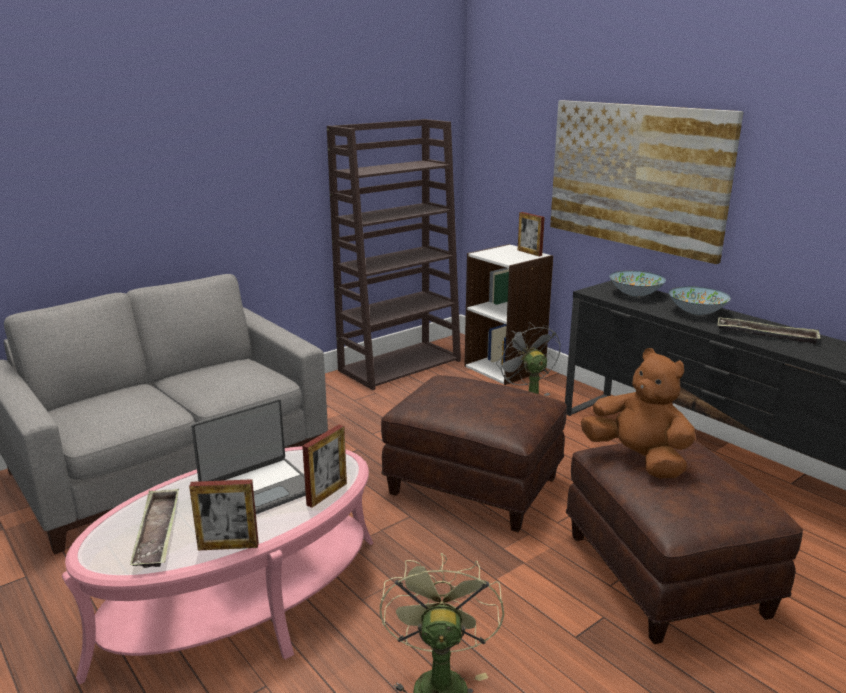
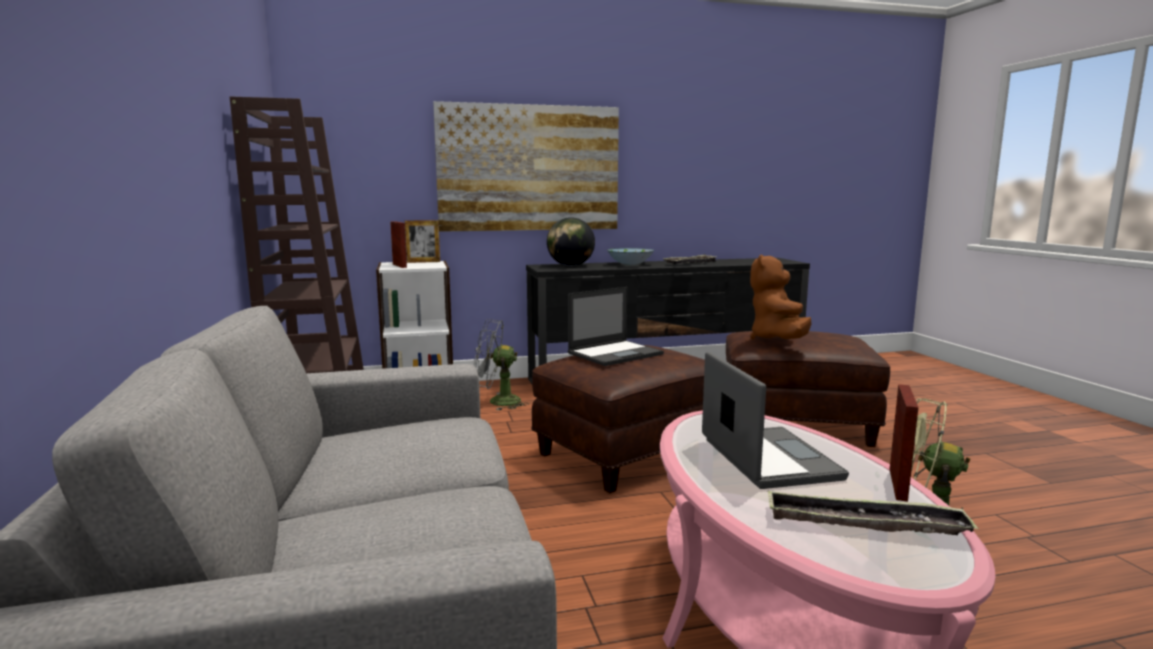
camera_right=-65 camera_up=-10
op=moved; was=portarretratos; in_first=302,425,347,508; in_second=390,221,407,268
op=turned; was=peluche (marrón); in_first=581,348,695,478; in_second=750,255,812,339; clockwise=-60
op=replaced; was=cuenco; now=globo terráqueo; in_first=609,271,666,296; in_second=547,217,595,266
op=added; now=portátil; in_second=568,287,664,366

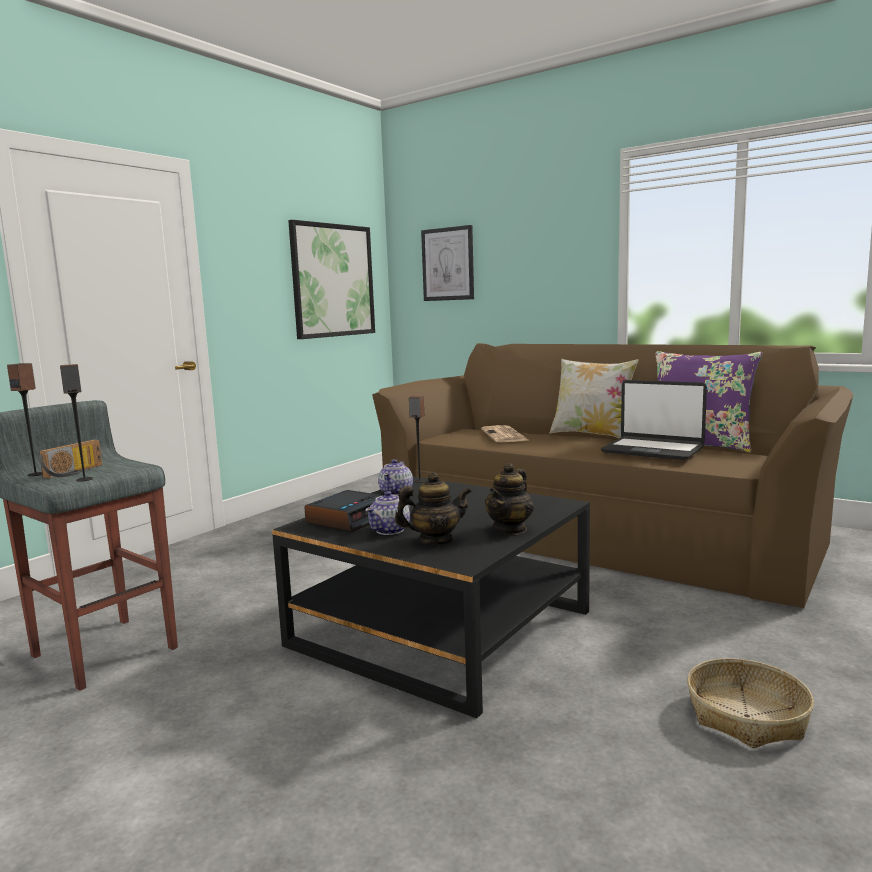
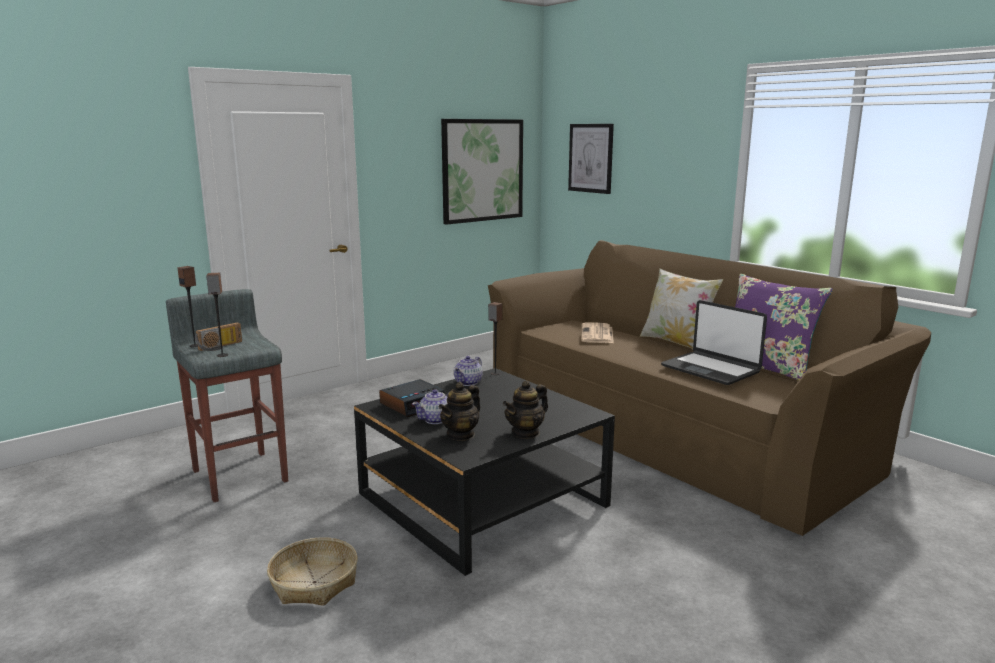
camera_right=15 camera_up=5
op=turned; was=tetera; in_first=395,472,472,545; in_second=439,382,480,441; clockwise=120
op=moved; was=cesta; in_first=687,658,814,748; in_second=267,537,358,606

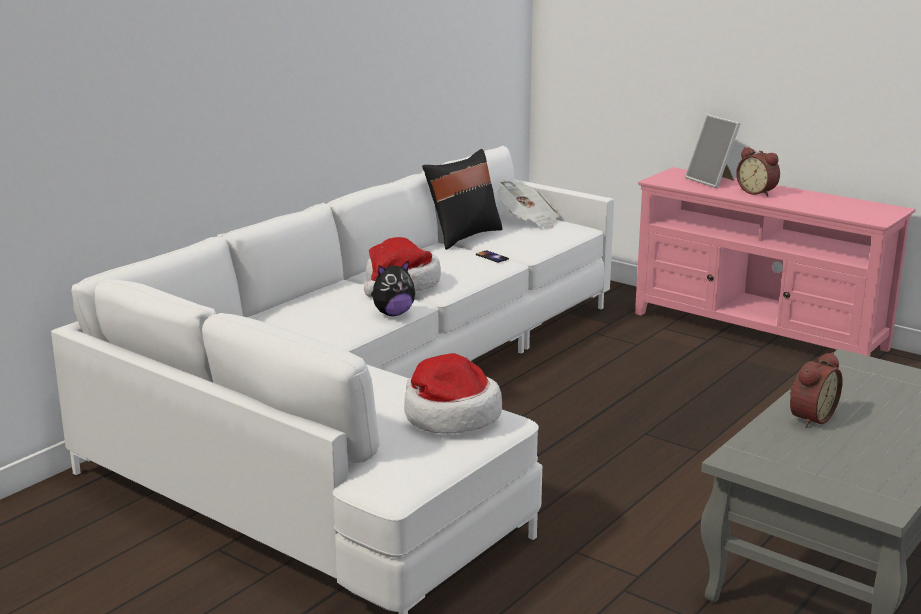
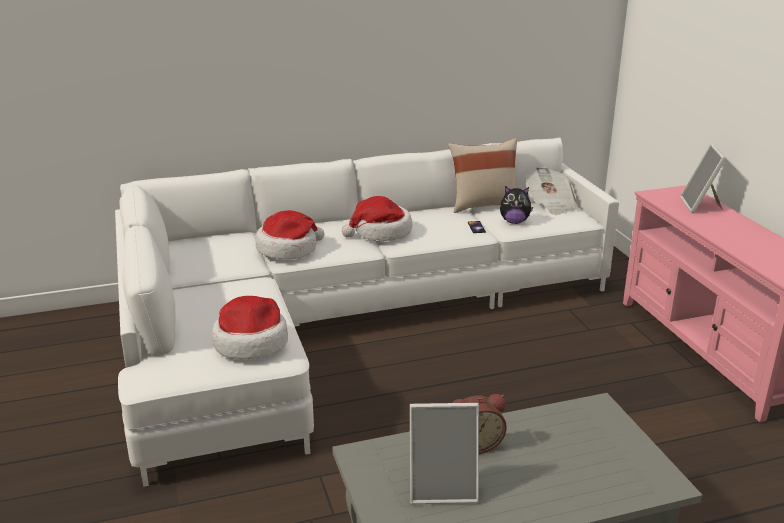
camera_right=35 camera_up=5
op=moved; was=peluche; in_first=371,260,415,316; in_second=500,186,533,224
op=recoloured; was=cojín (negro); now=cojín (beis); in_first=422,149,503,250; in_second=448,138,517,213
op=removed; was=despertador; in_first=736,147,780,197
op=added; now=sombrero; in_second=255,210,324,260
op=added; now=portarretratos; in_second=410,403,479,504

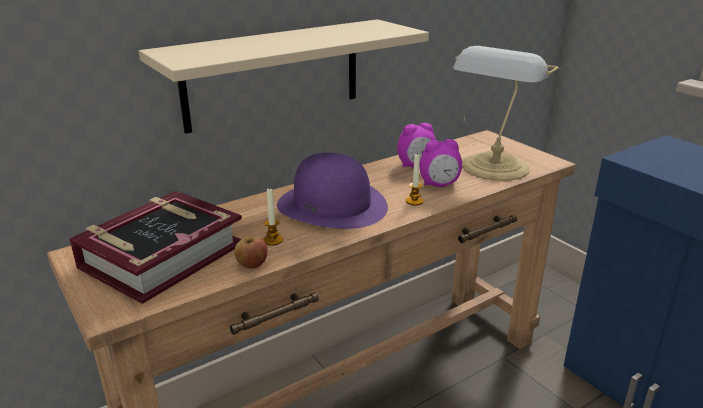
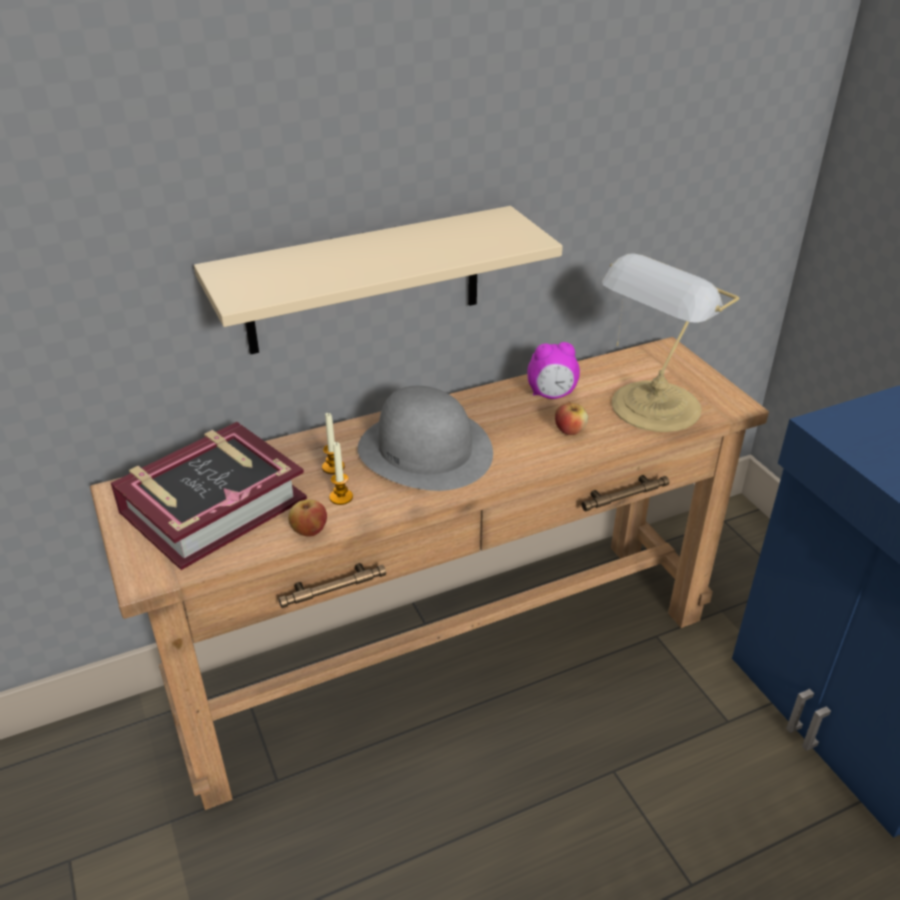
camera_right=10 camera_up=10
op=recoloured; was=sombrero (morado); now=sombrero (gris); in_first=277,153,388,229; in_second=358,386,493,491
op=moved; was=vela; in_first=406,154,424,205; in_second=322,412,345,474
op=replaced; was=despertador; now=manzana; in_first=419,139,462,187; in_second=555,401,588,435

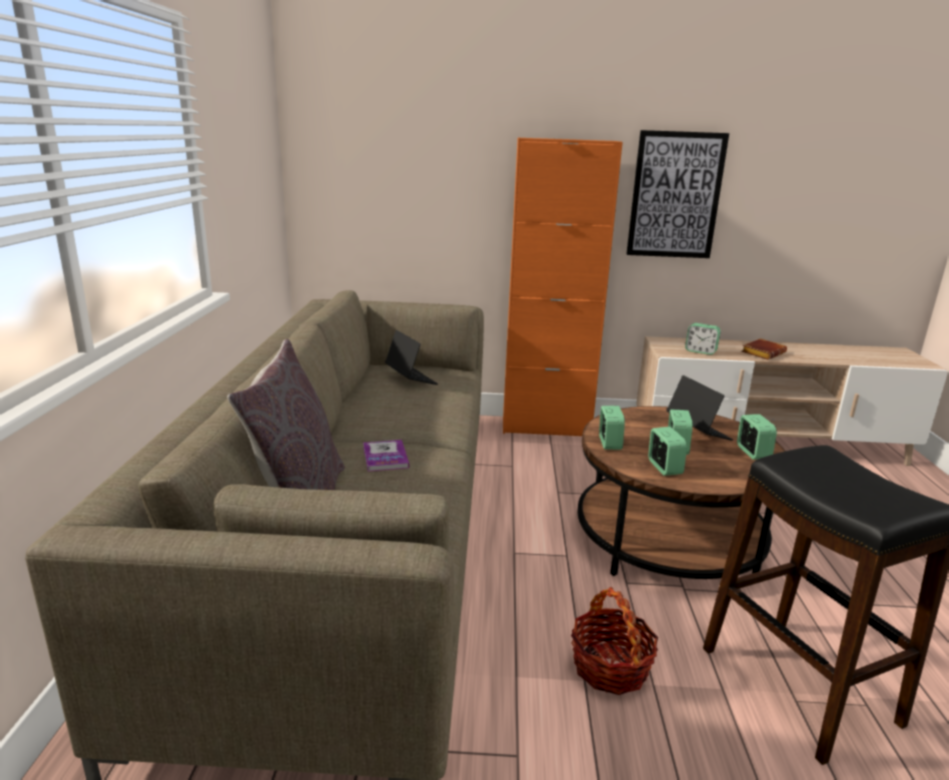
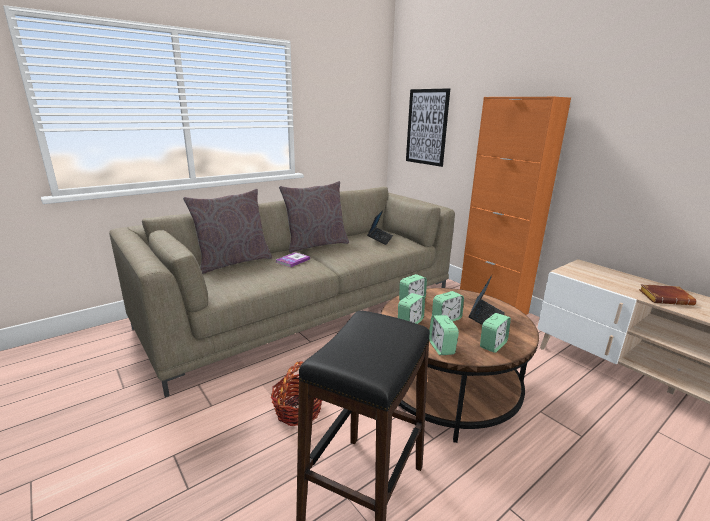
camera_right=50 camera_up=0
op=moved; was=cuadro; in_first=626,130,729,258; in_second=406,88,450,167
op=moved; was=despertador; in_first=685,323,721,355; in_second=429,315,459,355
op=added; now=cojín (gris); in_second=279,181,349,253

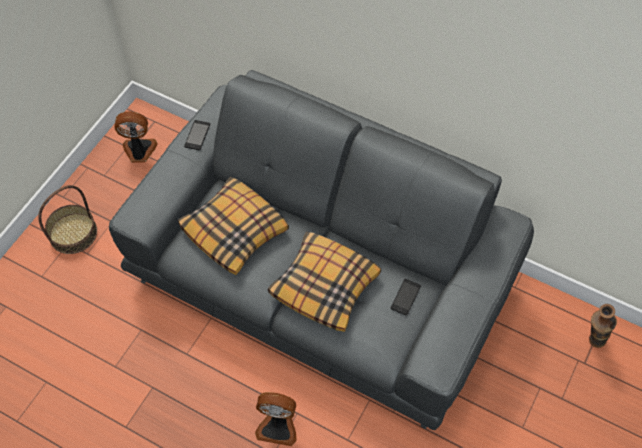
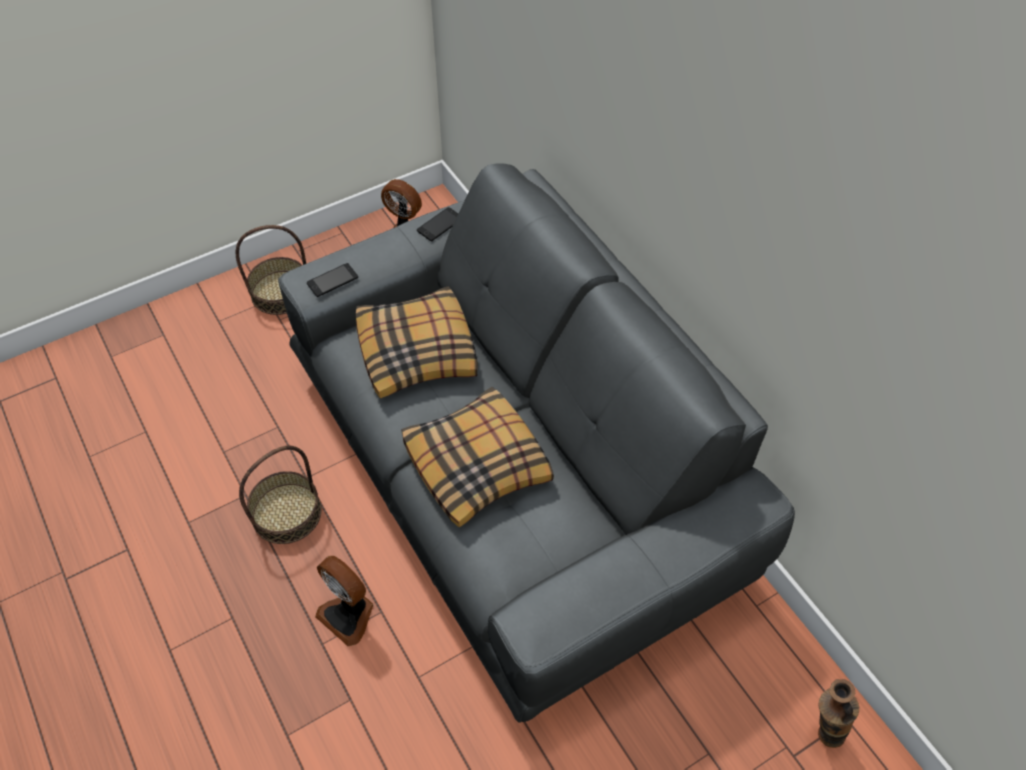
camera_right=30 camera_up=-5
op=moved; was=móvil; in_first=391,279,421,316; in_second=307,263,358,297
op=added; now=cesta; in_second=239,446,322,544

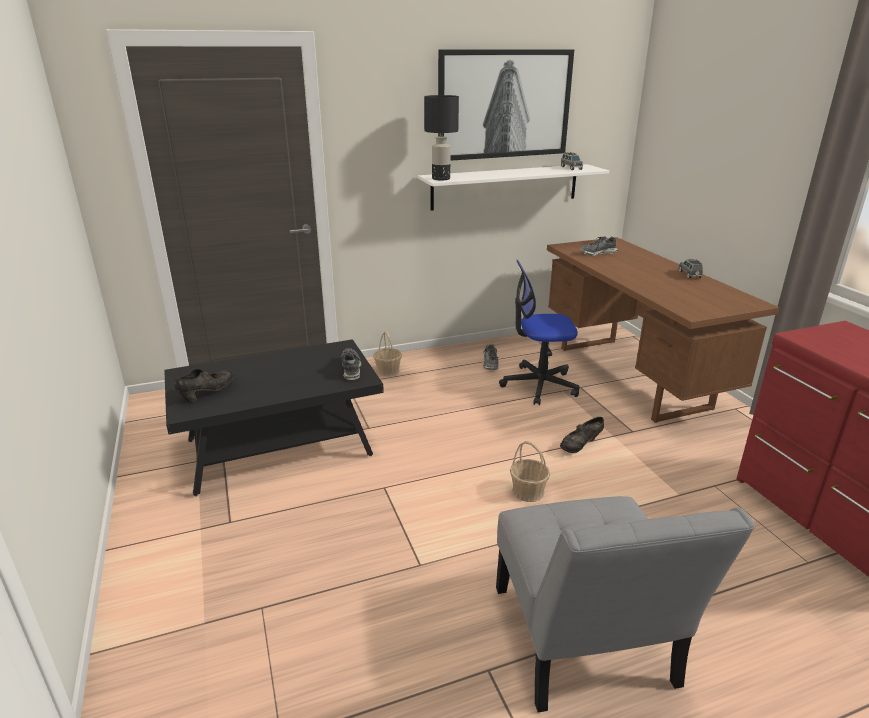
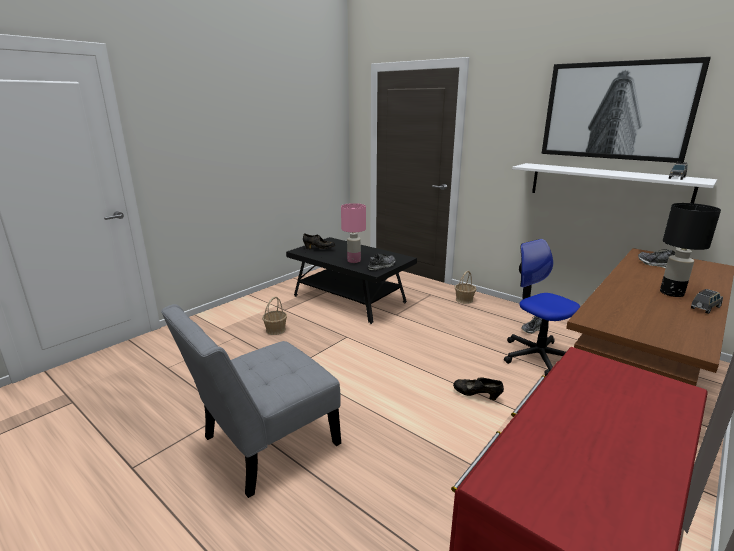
camera_right=60 camera_up=-5
op=moved; was=lámpara de mesa (negro); in_first=424,95,459,180; in_second=660,203,721,297
op=moved; was=cesta; in_first=510,441,550,502; in_second=262,297,287,335
op=added; now=lámpara de mesa (rosa); in_second=341,203,366,263

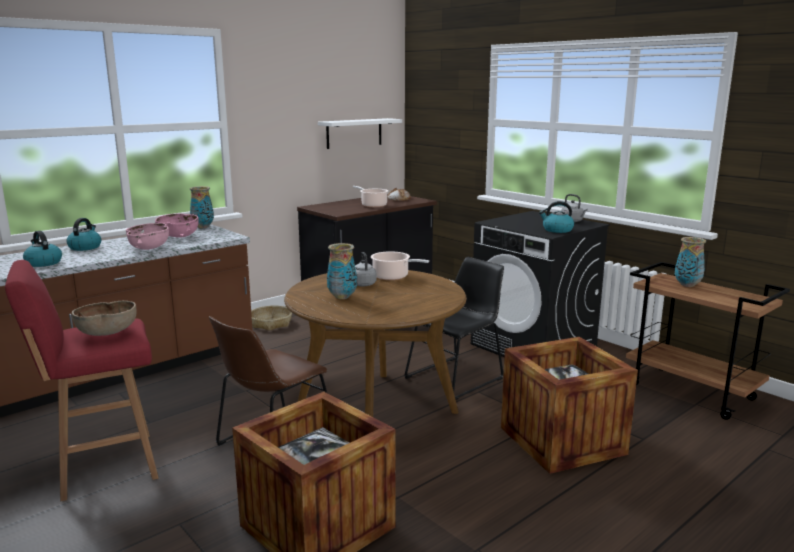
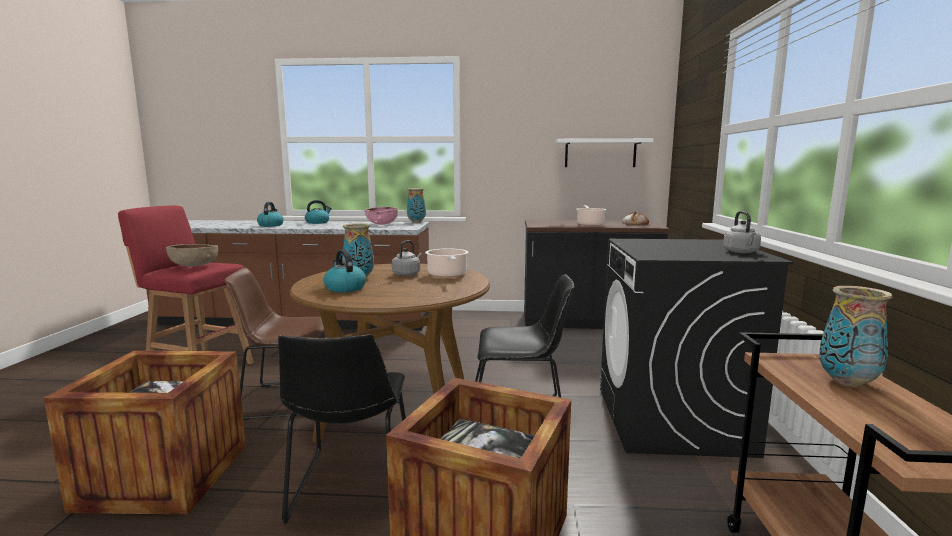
camera_right=45 camera_up=-5
op=removed; was=cuenco (rosa); in_first=126,223,169,250
op=removed; was=cesta; in_first=251,306,292,331
op=moved; was=hervidor; in_first=539,201,574,233; in_second=324,250,366,292
op=added; now=silla (negro); in_second=278,334,406,524

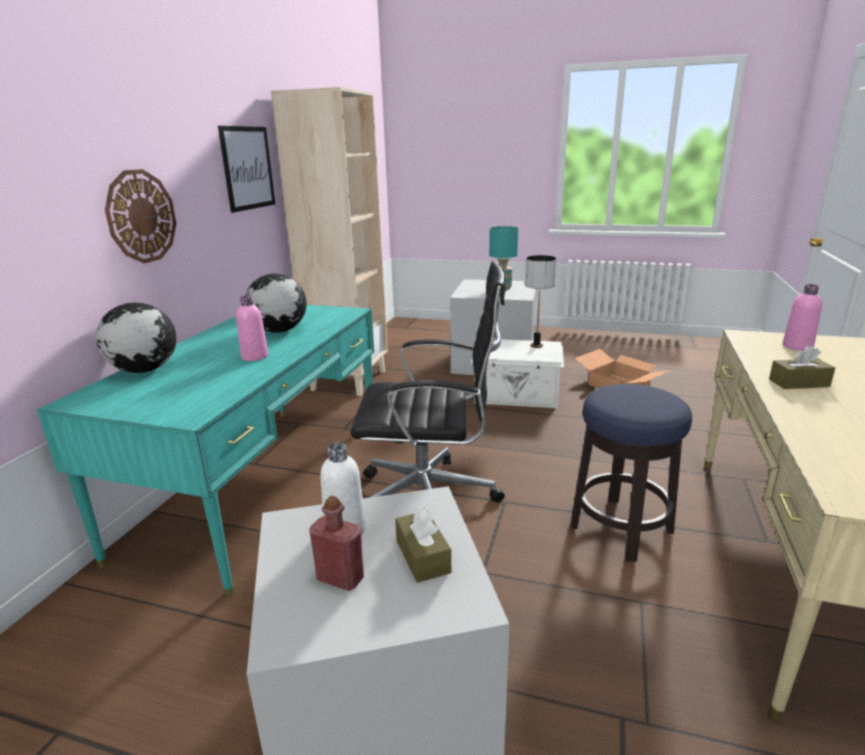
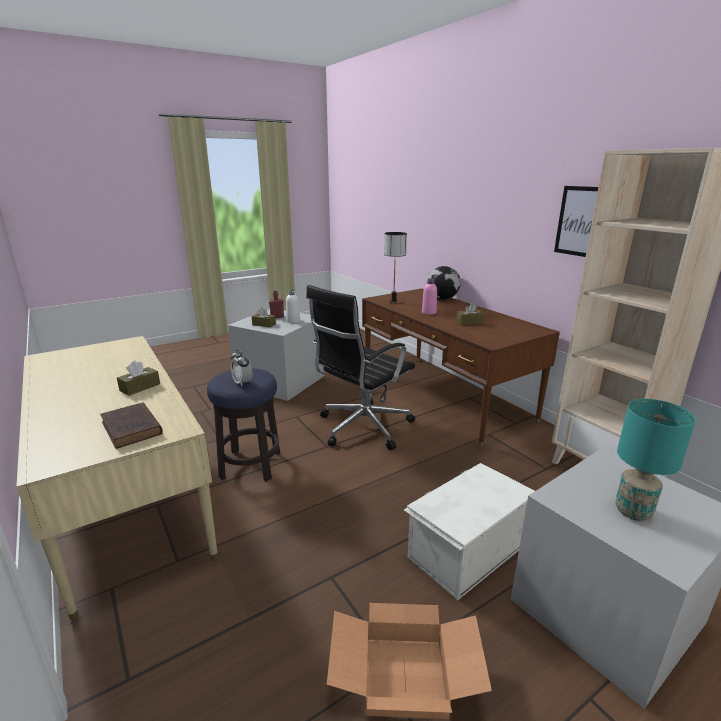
camera_right=130 camera_up=0
op=recoloured; was=escritorio (turquesa); now=escritorio (marrón); in_first=37,305,374,597; in_second=362,289,560,447
op=removed; was=reloj de pared; in_first=105,169,176,263
op=replaced; was=globo terráqueo; now=caja de pañuelos (marrón); in_first=245,274,306,333; in_second=456,303,484,325
op=moved; was=lámpara de mesa; in_first=525,255,556,348; in_second=384,232,407,304
op=replaced; was=botella (rosa); now=libro (marrón); in_first=783,284,822,351; in_second=100,402,163,449
op=added; now=despertador; in_second=231,349,252,386

